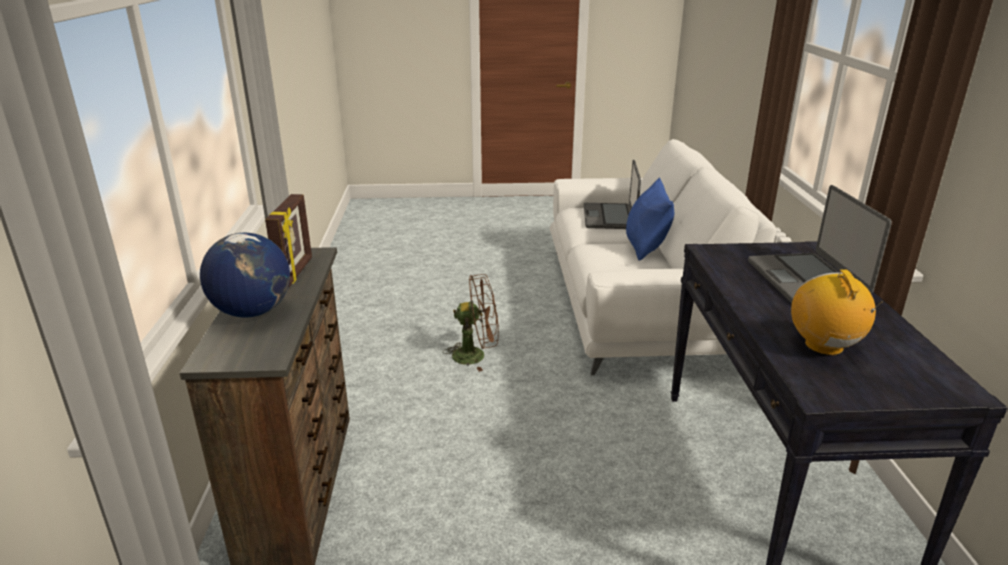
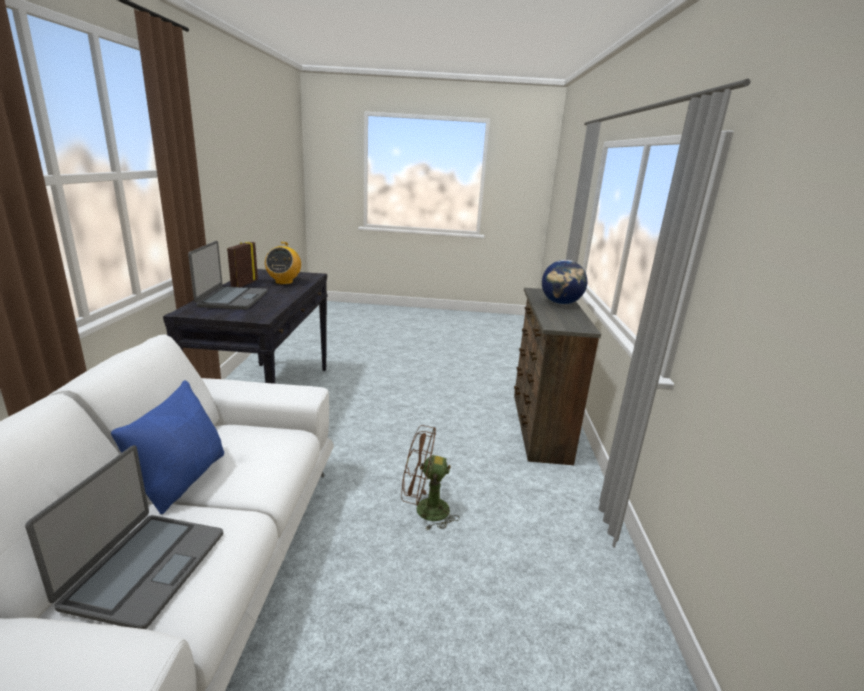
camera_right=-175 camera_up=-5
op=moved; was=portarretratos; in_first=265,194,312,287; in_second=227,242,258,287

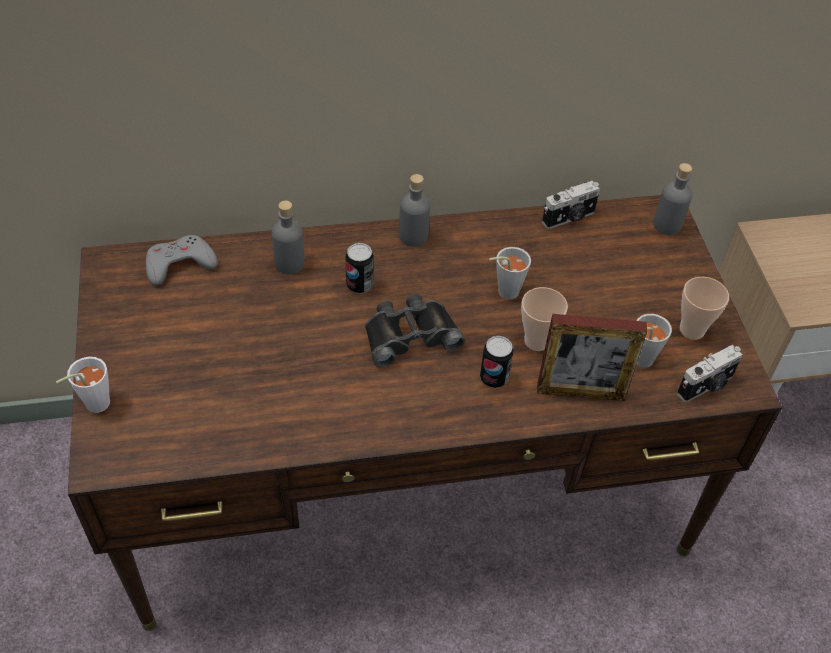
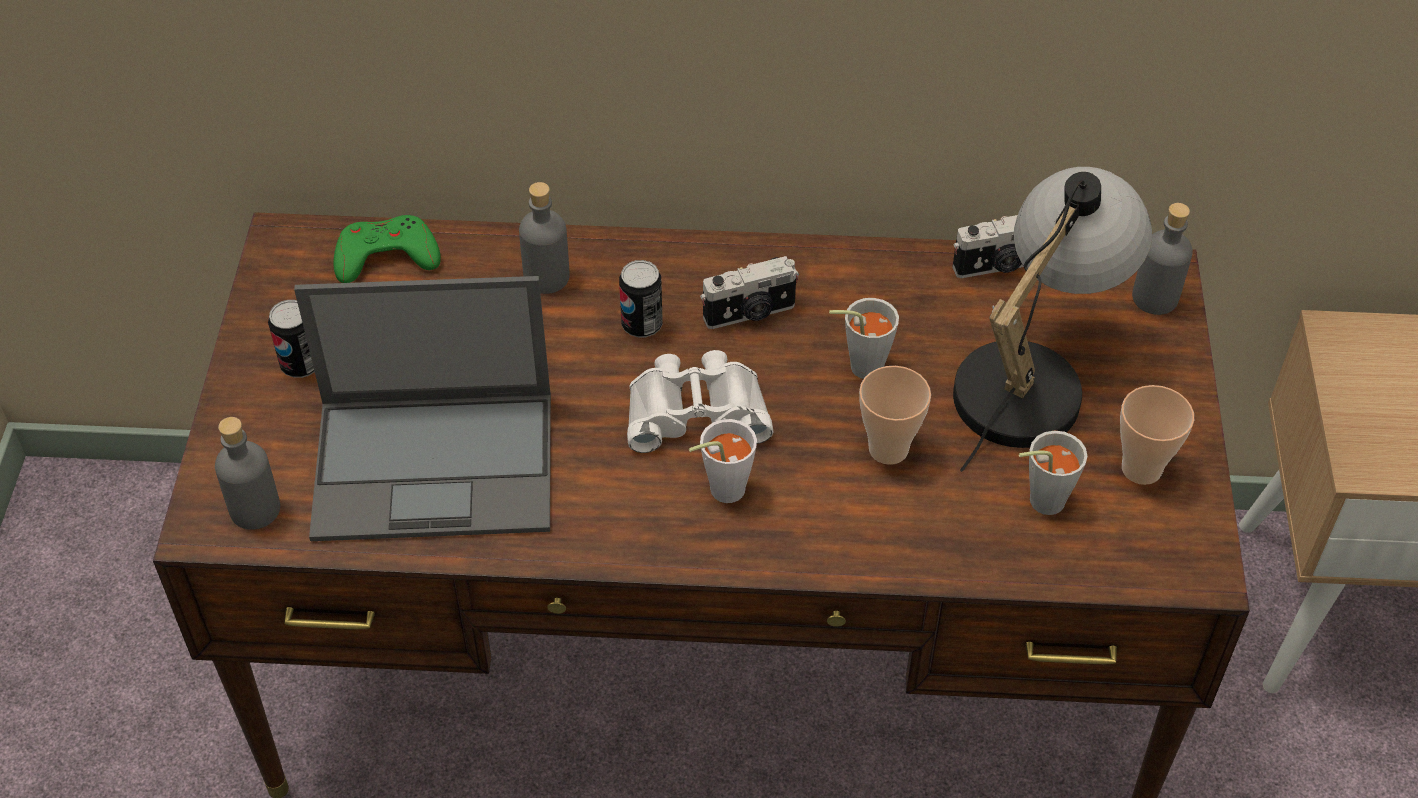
camera_right=15 camera_up=0
op=moved; was=taza (blanco); in_first=56,357,110,413; in_second=689,419,757,503
op=recoloured; was=mando de consola (gris); now=mando de consola (verde); in_first=146,235,218,286; in_second=333,215,441,283
op=recoloured; was=prismáticos (negro); now=prismáticos (blanco); in_first=365,294,465,368; in_second=627,350,773,453
op=moved; was=botella (gris); in_first=399,174,430,247; in_second=215,417,280,530
op=moved; was=lata; in_first=480,336,514,388; in_second=268,300,315,378
op=removed; was=portarretratos; in_first=537,314,647,401
op=moved; was=cámara; in_first=677,344,743,402; in_second=700,256,799,329
op=added; now=portátil; in_second=294,276,551,541
op=added; now=lámpara de mesa; in_second=953,167,1152,472

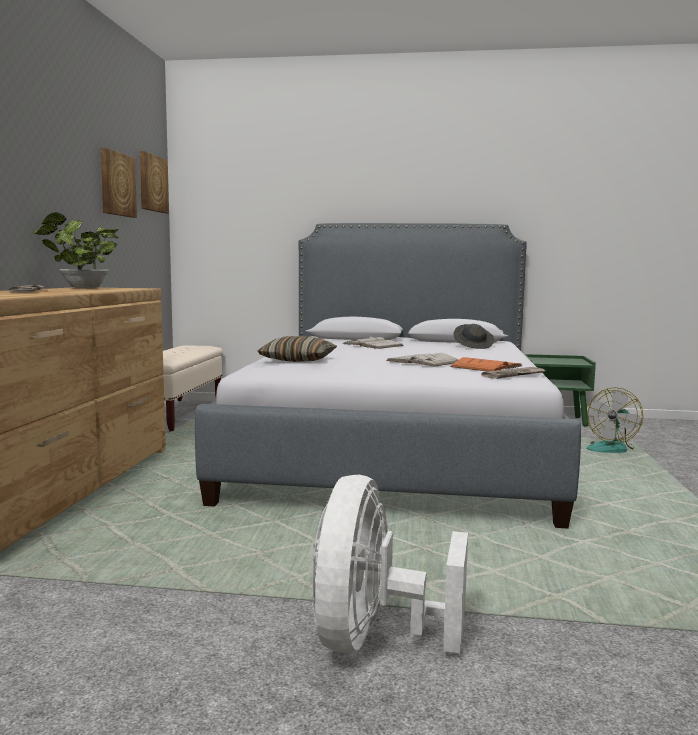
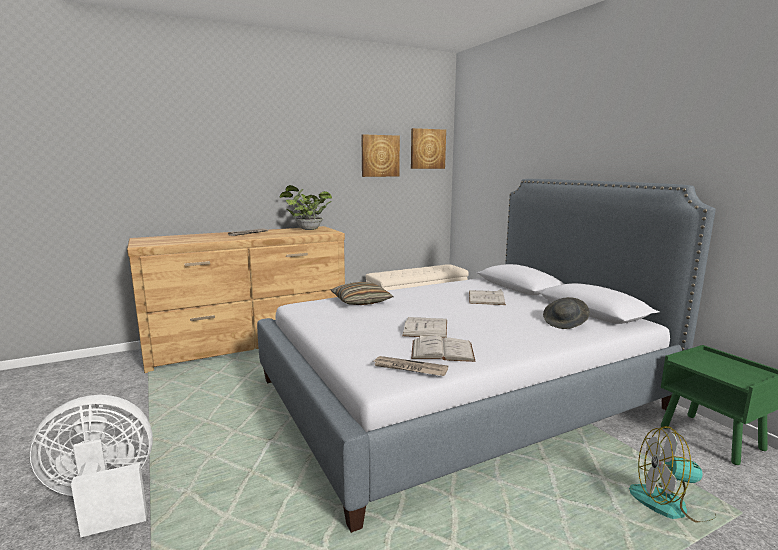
camera_right=55 camera_up=5
op=recoloured; was=libro (naranja); now=libro (blanco); in_first=450,357,523,371; in_second=411,335,476,362

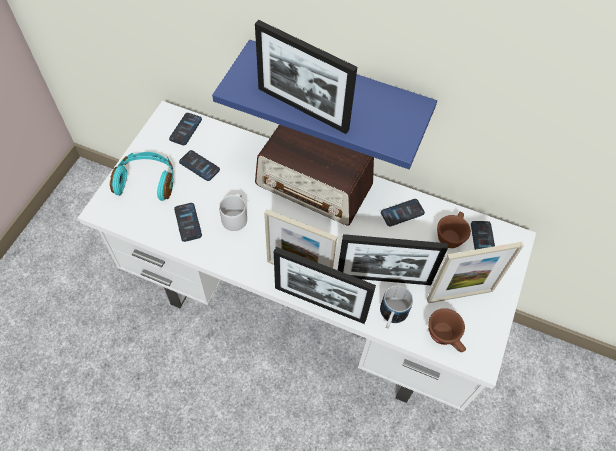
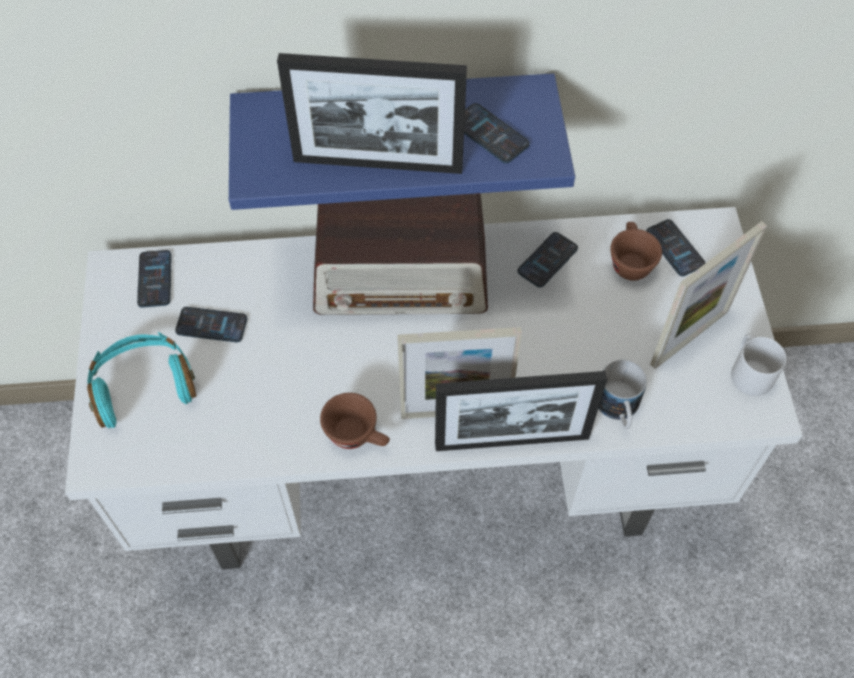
camera_right=-25 camera_up=0
op=moved; was=móvil; in_first=174,203,202,242; in_second=464,103,530,163
op=moved; was=taza grande (gris); in_first=219,193,247,231; in_second=731,333,786,396
op=removed; was=portarretratos; in_first=338,234,448,285
op=moved; was=taza (marrón); in_first=428,308,466,352; in_second=320,393,390,449

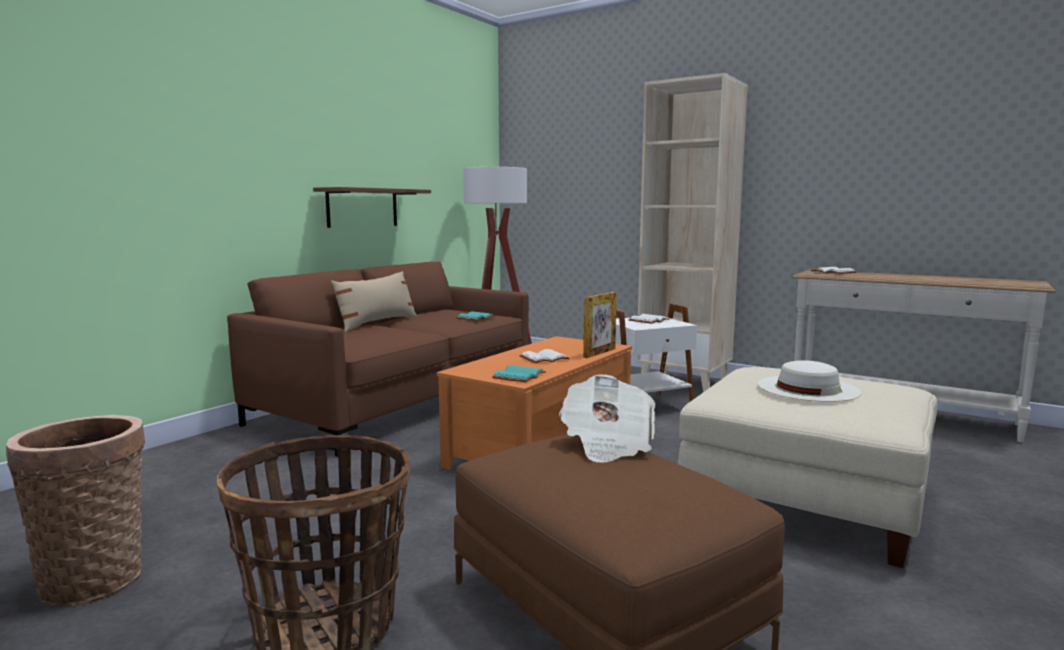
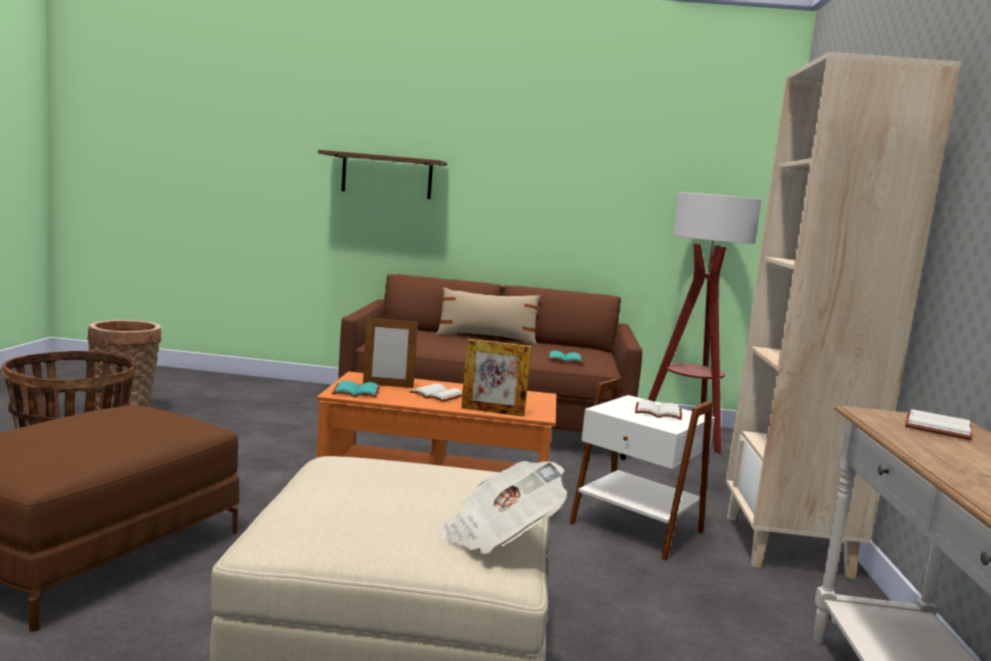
camera_right=60 camera_up=0
op=moved; was=estante (marrón); in_first=313,187,431,228; in_second=318,150,447,199
op=moved; was=periódico; in_first=559,374,655,463; in_second=438,461,567,554
op=removed; was=sombrero (blanco); in_first=758,360,862,402
op=added; now=portarretratos; in_second=363,318,418,388

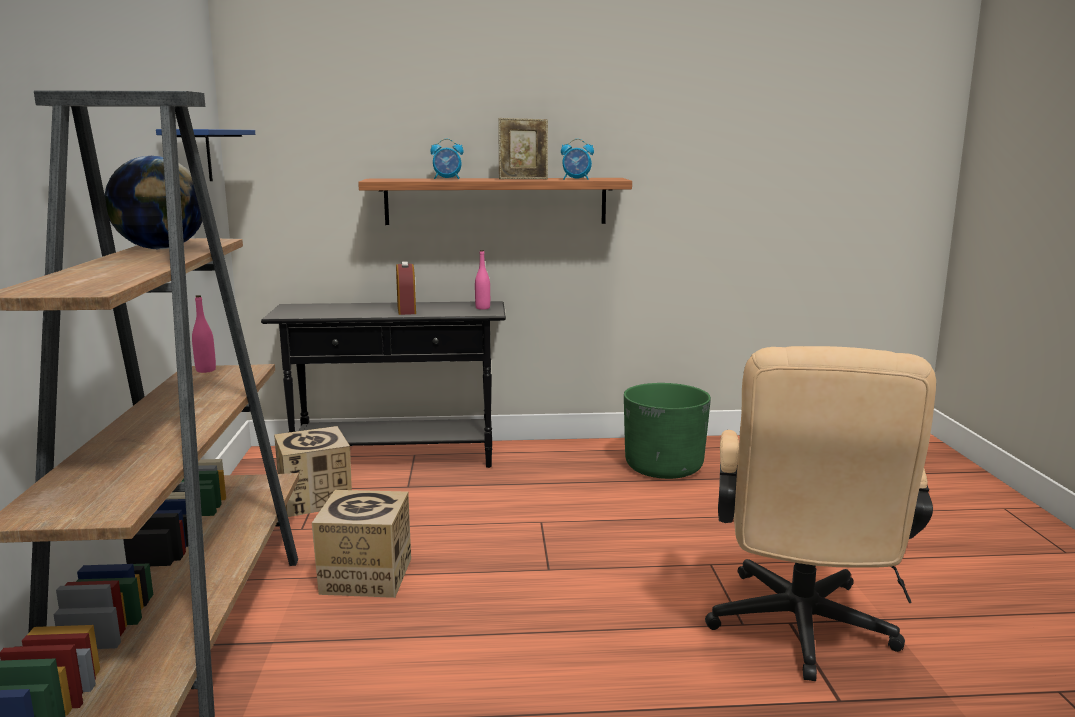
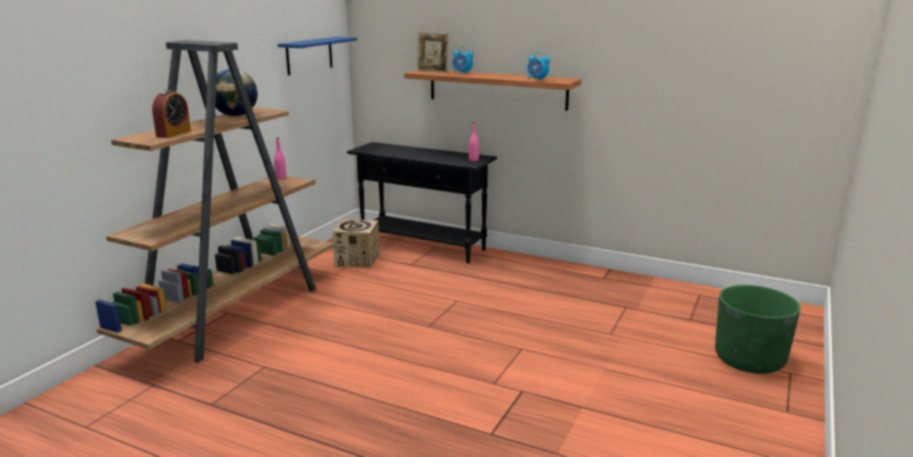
camera_right=30 camera_up=5
op=removed; was=caja de cartón; in_first=312,490,411,598
op=moved; was=despertador; in_first=396,261,416,315; in_second=152,90,191,138
op=moved; was=portarretratos; in_first=498,118,548,179; in_second=417,32,449,73
op=moved; was=maceta (verde); in_first=624,383,711,479; in_second=715,285,801,374
op=removed; was=silla de oficina (beis); in_first=705,346,936,681

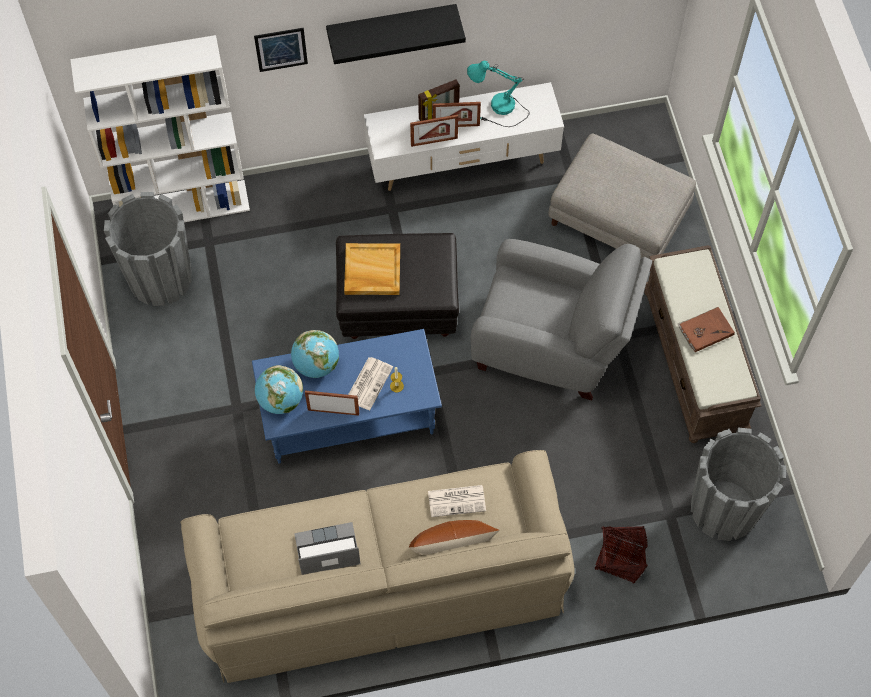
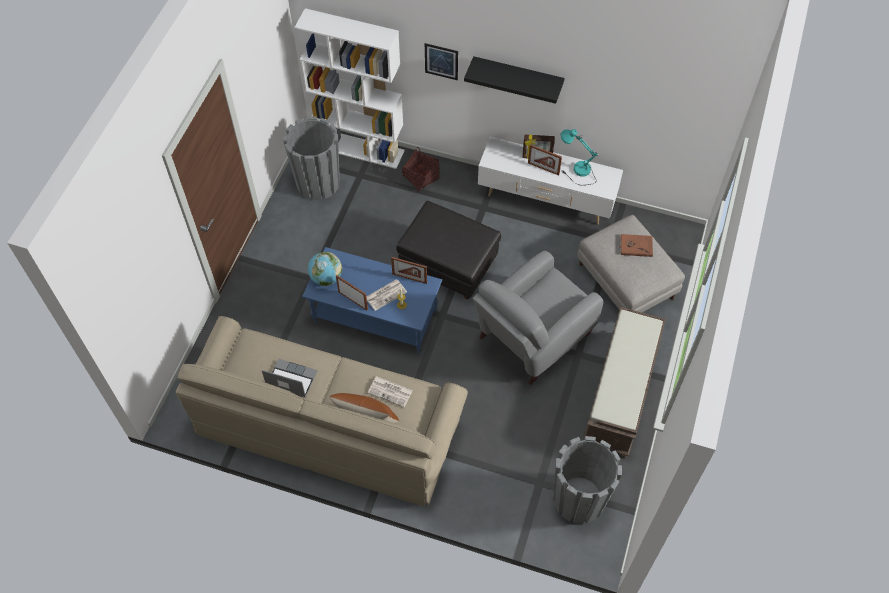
camera_right=30 camera_up=-5
op=removed; was=globo terráqueo; in_first=291,330,339,378
op=removed; was=bandeja (beis); in_first=344,243,400,295
op=moved; was=portarretratos; in_first=410,115,458,147; in_second=391,257,427,284
op=turned; was=sillón (gris); in_first=471,239,652,400; in_second=472,251,603,385; clockwise=90
op=moved; was=cesta; in_first=594,526,648,584; in_second=402,147,440,192
op=moved; was=libro (marrón); in_first=678,307,735,352; in_second=620,234,653,257

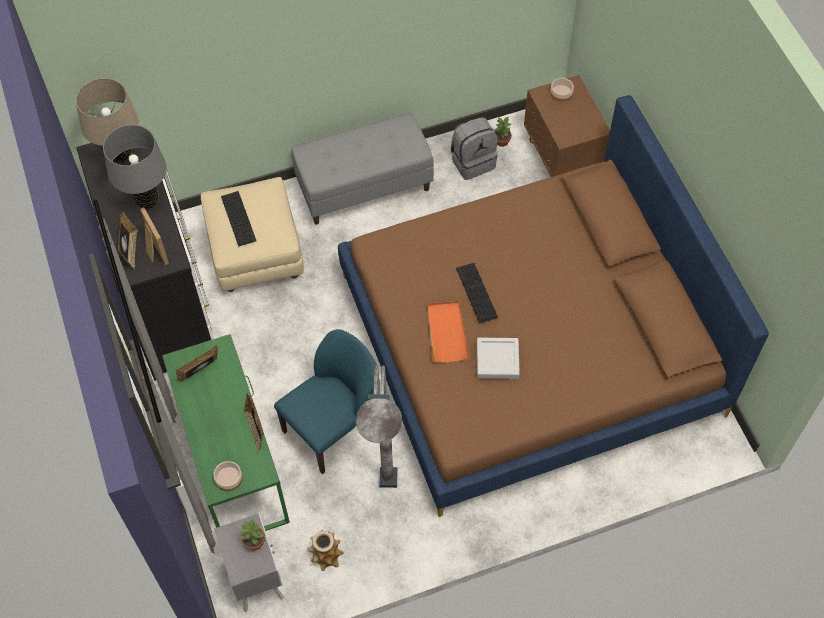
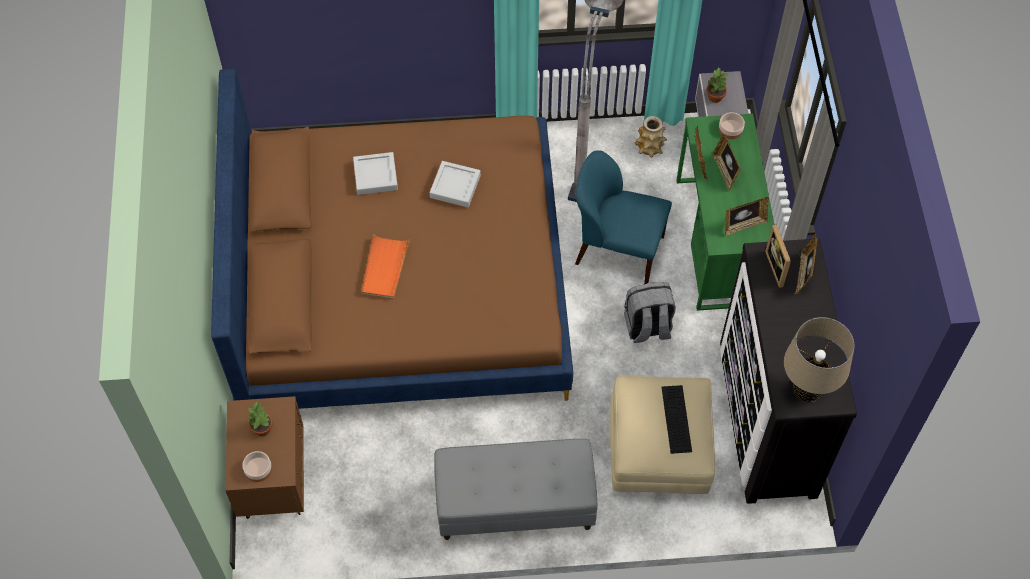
camera_right=-165 camera_up=0
op=removed; was=lámpara de mesa (gris); in_first=103,125,166,209
op=turned; was=silla (azul); in_first=274,329,377,474; in_second=575,150,672,284; clockwise=45
op=moved; was=bandeja (naranja); in_first=427,301,470,363; in_second=361,234,410,298
op=moved; was=mochila (gris); in_first=451,117,498,180; in_second=624,282,676,343
op=removed; was=teclado; in_first=456,263,498,323
op=moved; was=planta en maceta; in_first=494,117,512,147; in_second=248,401,272,436
op=added; now=bandeja (gris); in_second=353,152,398,195
op=added; now=portarretratos; in_second=712,134,741,191

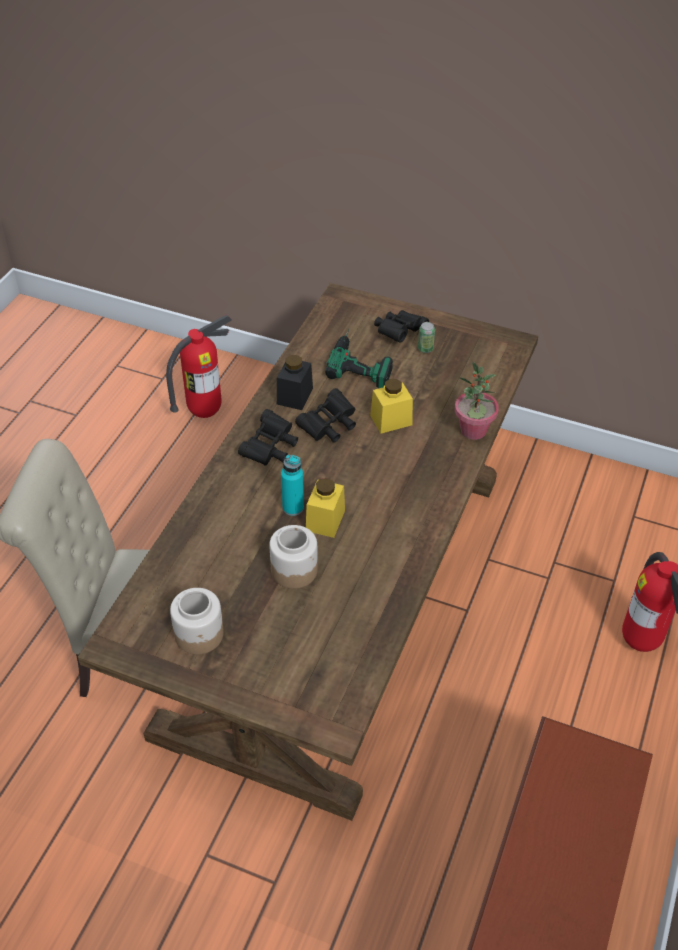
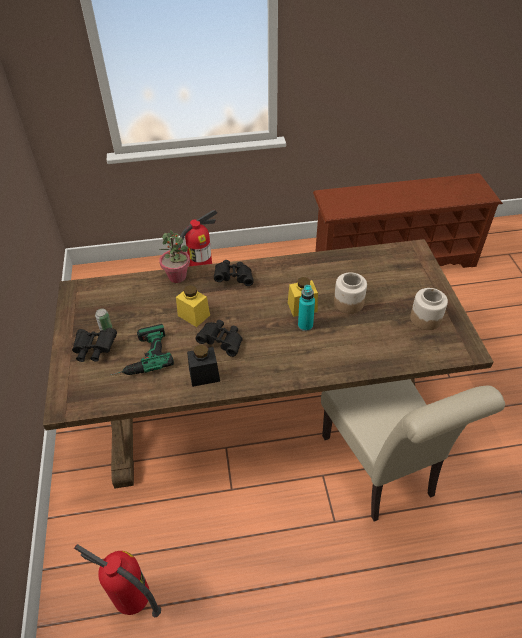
camera_right=-120 camera_up=0
op=moved; was=prismáticos (negro); in_first=238,409,298,466; in_second=214,260,254,286

